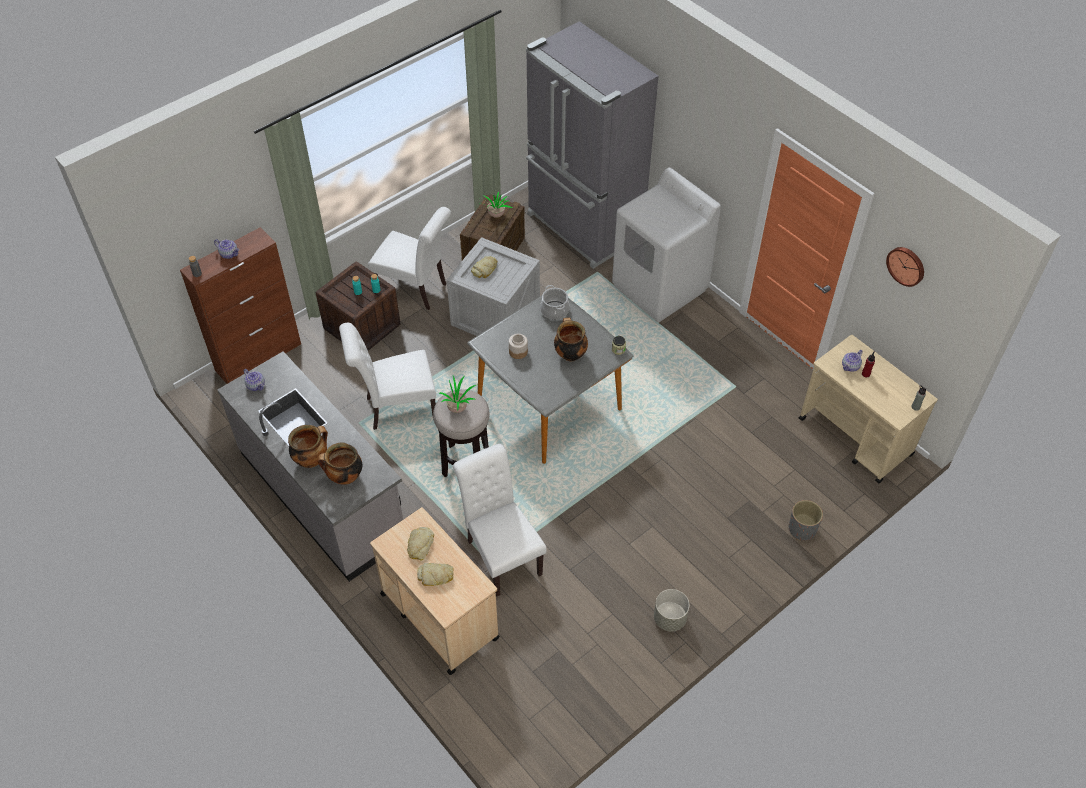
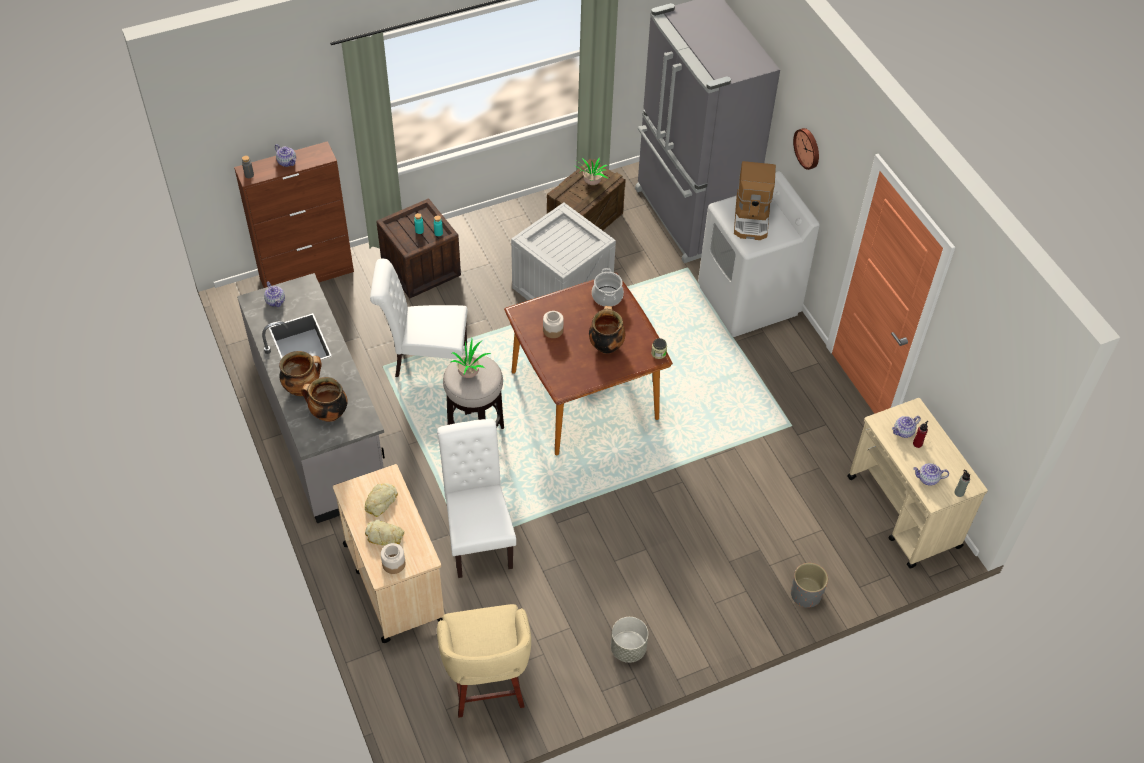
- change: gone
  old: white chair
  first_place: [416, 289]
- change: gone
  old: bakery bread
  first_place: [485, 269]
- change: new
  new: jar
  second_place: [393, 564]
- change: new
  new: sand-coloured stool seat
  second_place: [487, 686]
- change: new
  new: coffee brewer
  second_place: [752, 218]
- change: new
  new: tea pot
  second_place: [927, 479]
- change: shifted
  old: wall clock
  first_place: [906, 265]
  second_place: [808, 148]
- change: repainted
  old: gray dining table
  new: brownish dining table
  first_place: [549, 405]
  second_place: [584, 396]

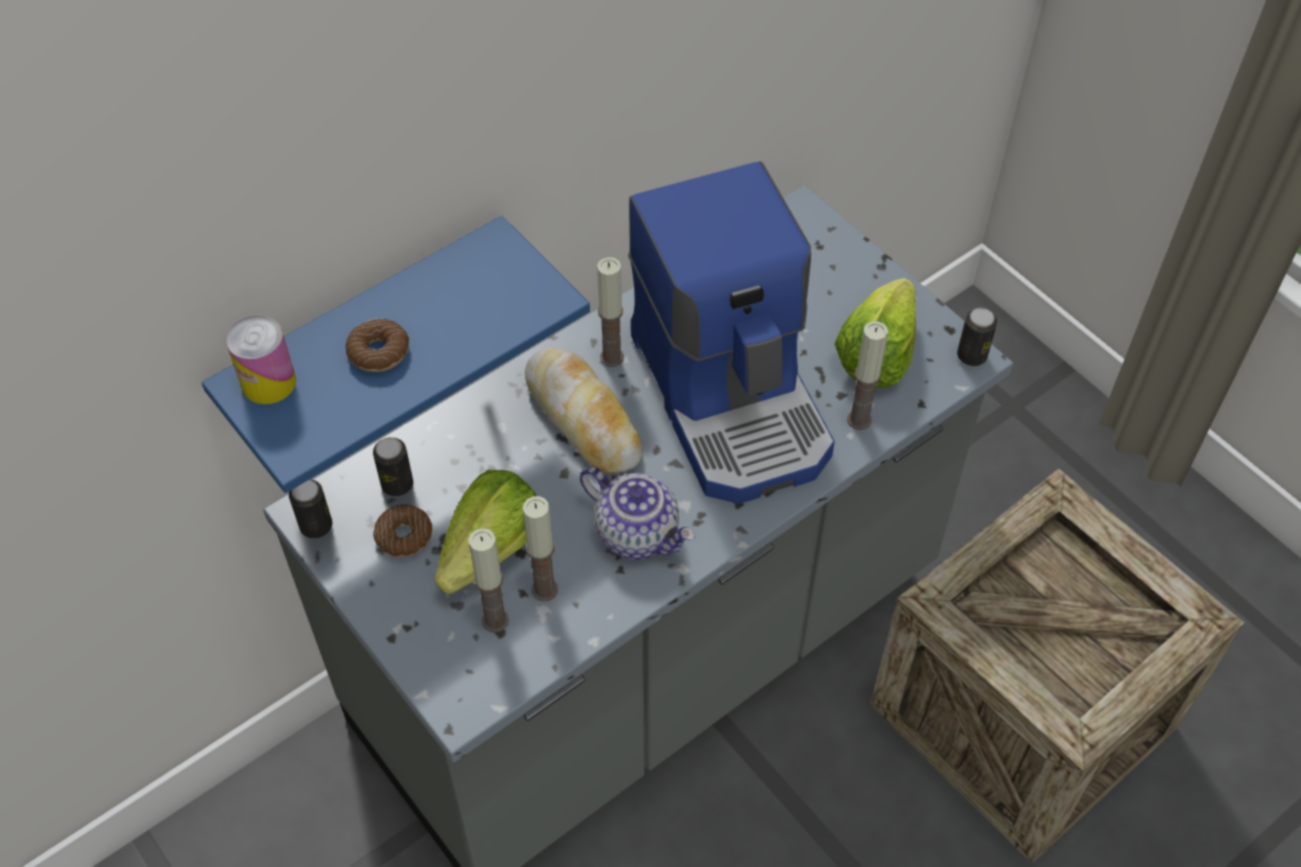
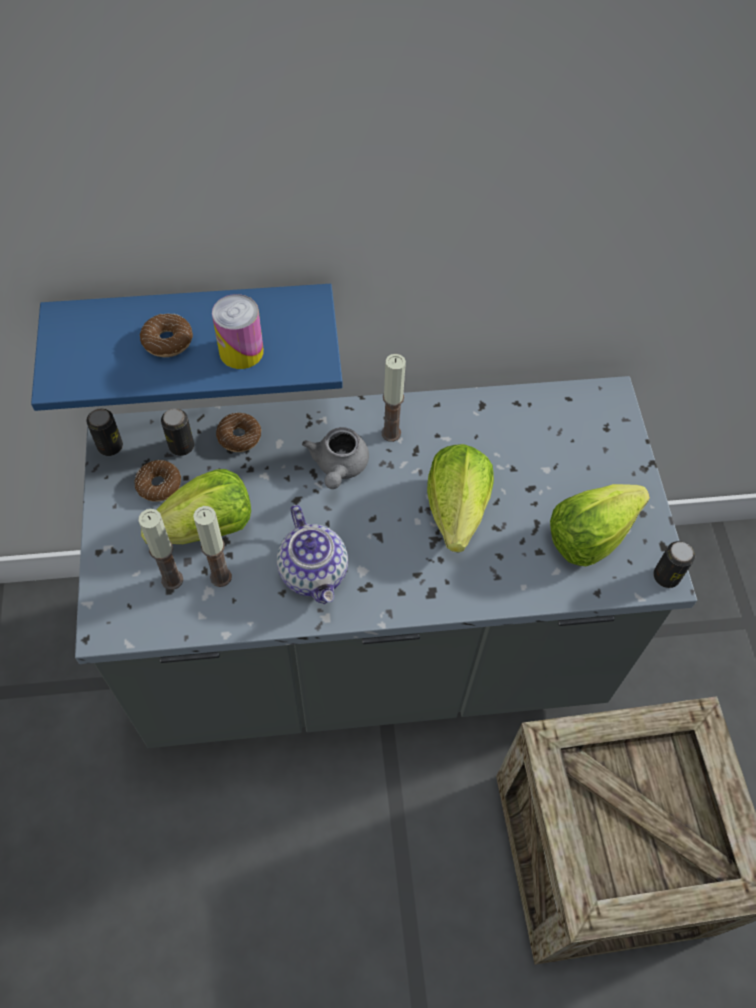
- change: gone
  old: candle
  first_place: [859, 420]
- change: new
  new: doughnut
  second_place: [239, 437]
- change: shifted
  old: sealed can
  first_place: [269, 382]
  second_place: [241, 351]
- change: swapped
  old: bakery bread
  new: gray tea pot
  first_place: [583, 418]
  second_place: [338, 467]
- change: swapped
  old: coffee brewer
  new: lettuce
  first_place: [734, 397]
  second_place: [457, 510]

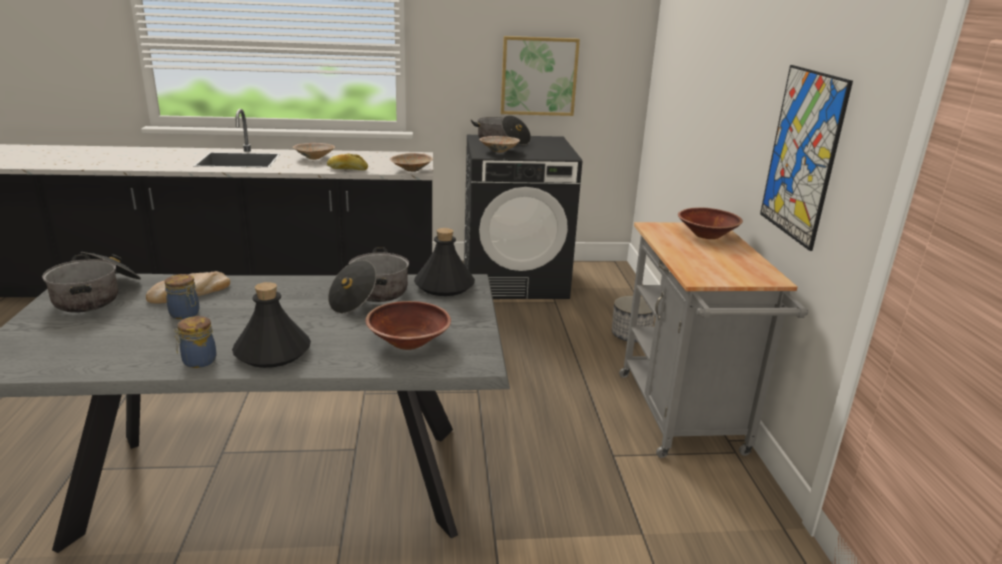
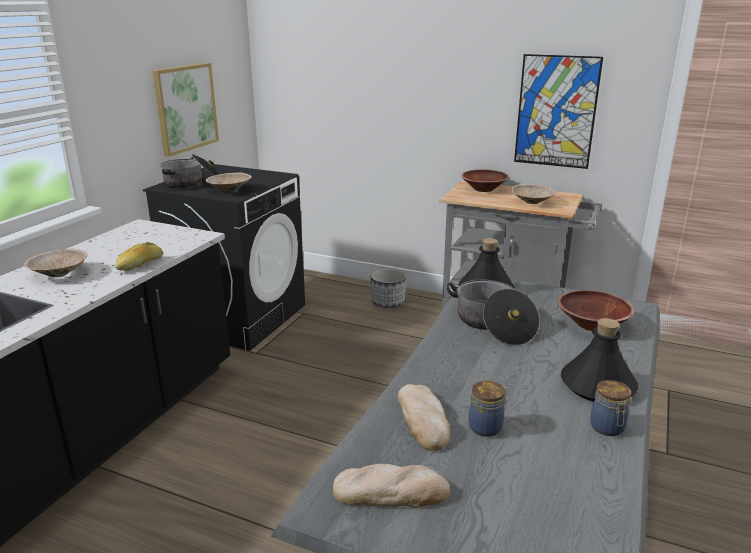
- change: shifted
  old: sand-coloured bowl
  first_place: [411, 170]
  second_place: [531, 202]
- change: swapped
  old: stockpot
  new: bakery bread
  first_place: [97, 295]
  second_place: [391, 492]

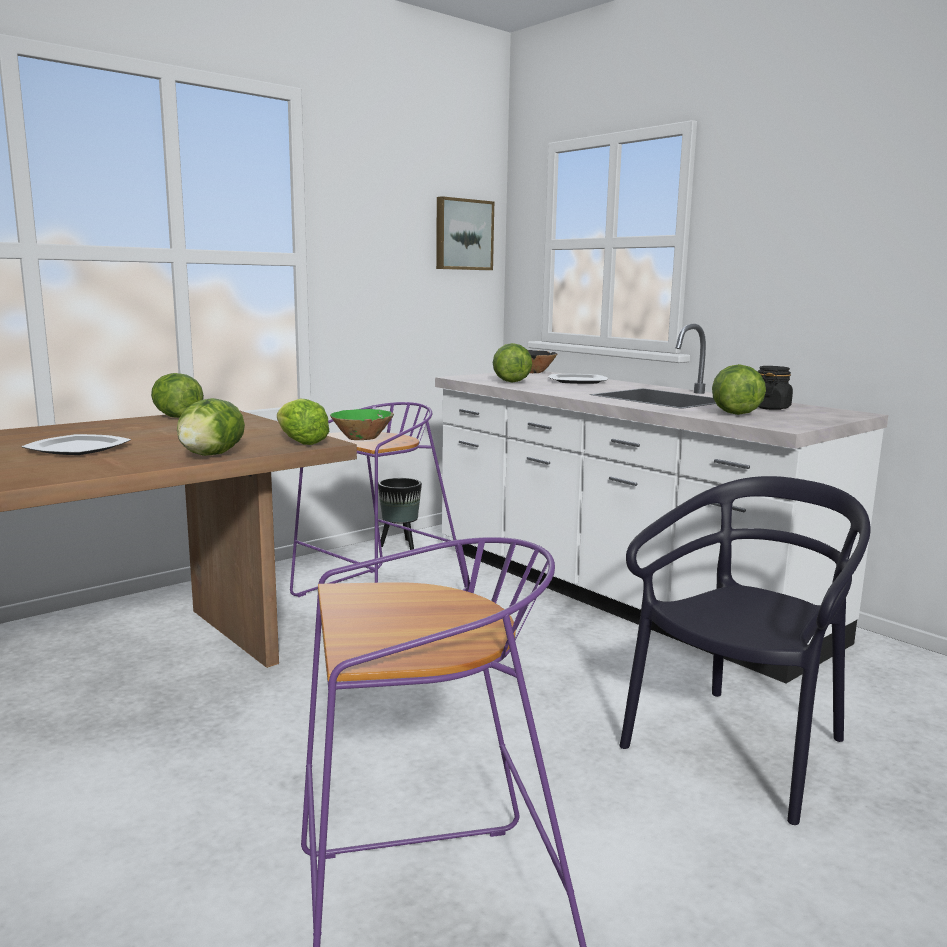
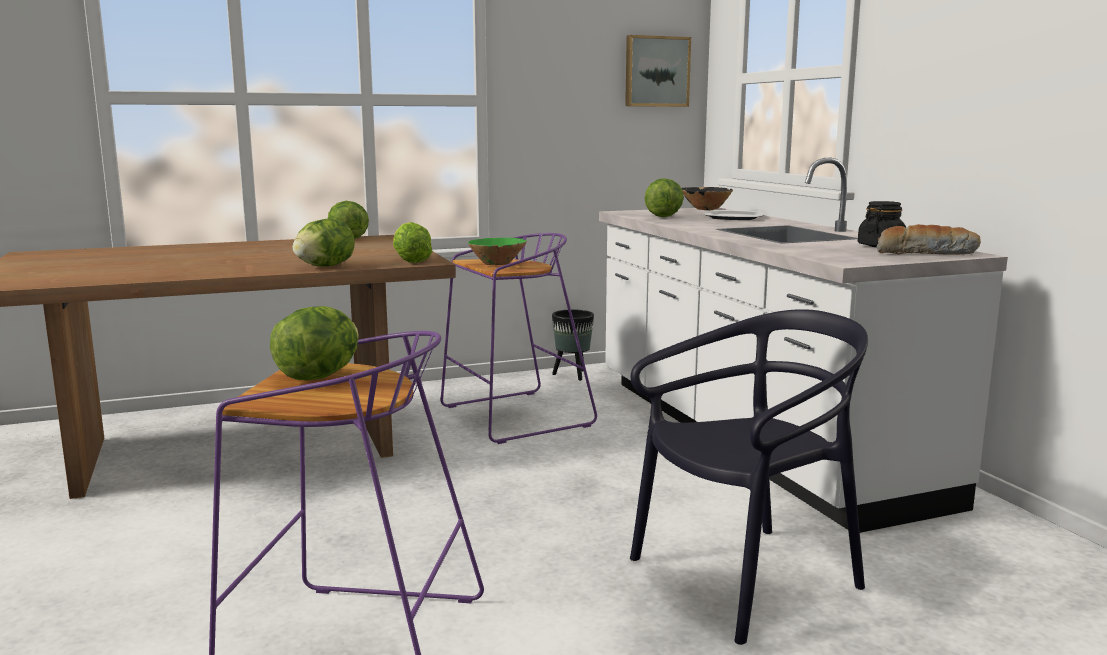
- change: gone
  old: flat dish
  first_place: [78, 448]
- change: new
  new: bakery bread
  second_place: [926, 253]
- change: shifted
  old: lettuce
  first_place: [734, 413]
  second_place: [319, 376]

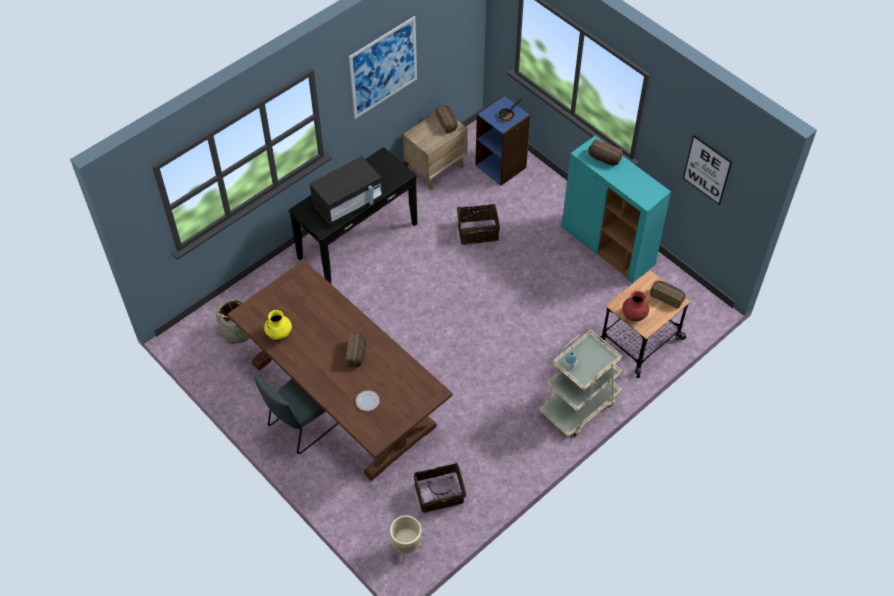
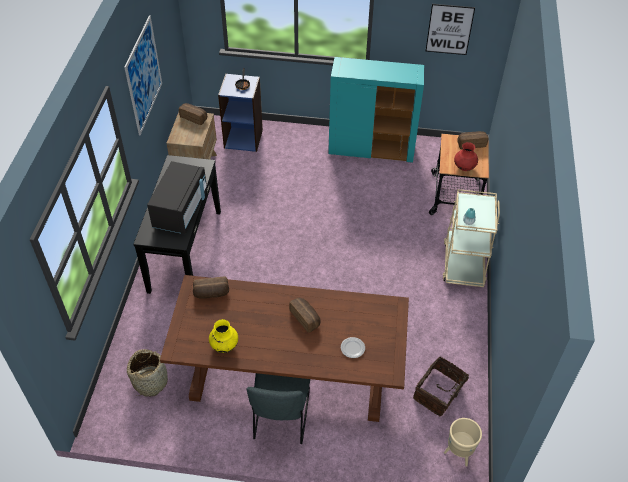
- change: gone
  old: basket
  first_place: [477, 231]
- change: shifted
  old: bakery bread
  first_place: [603, 159]
  second_place: [211, 294]

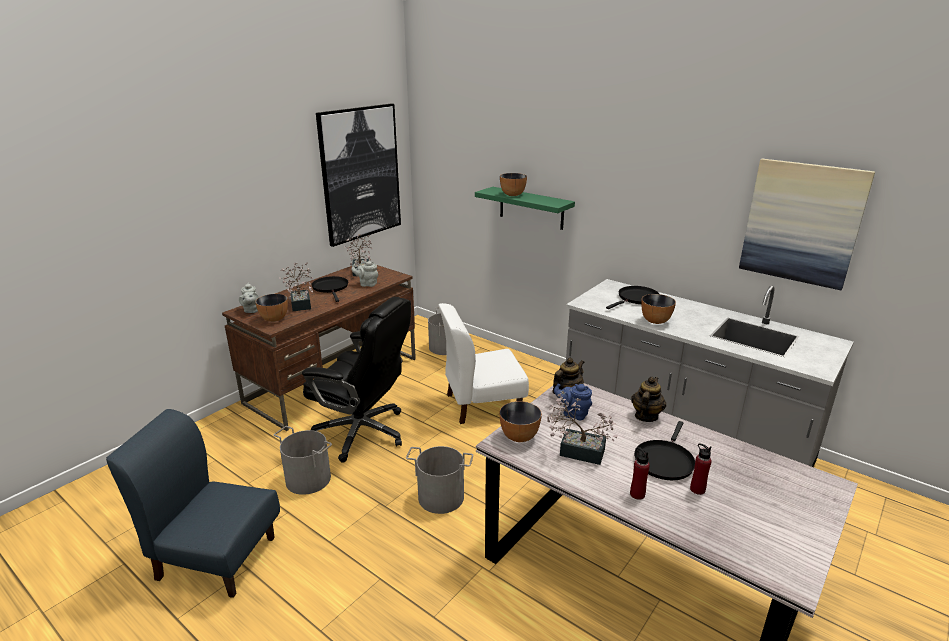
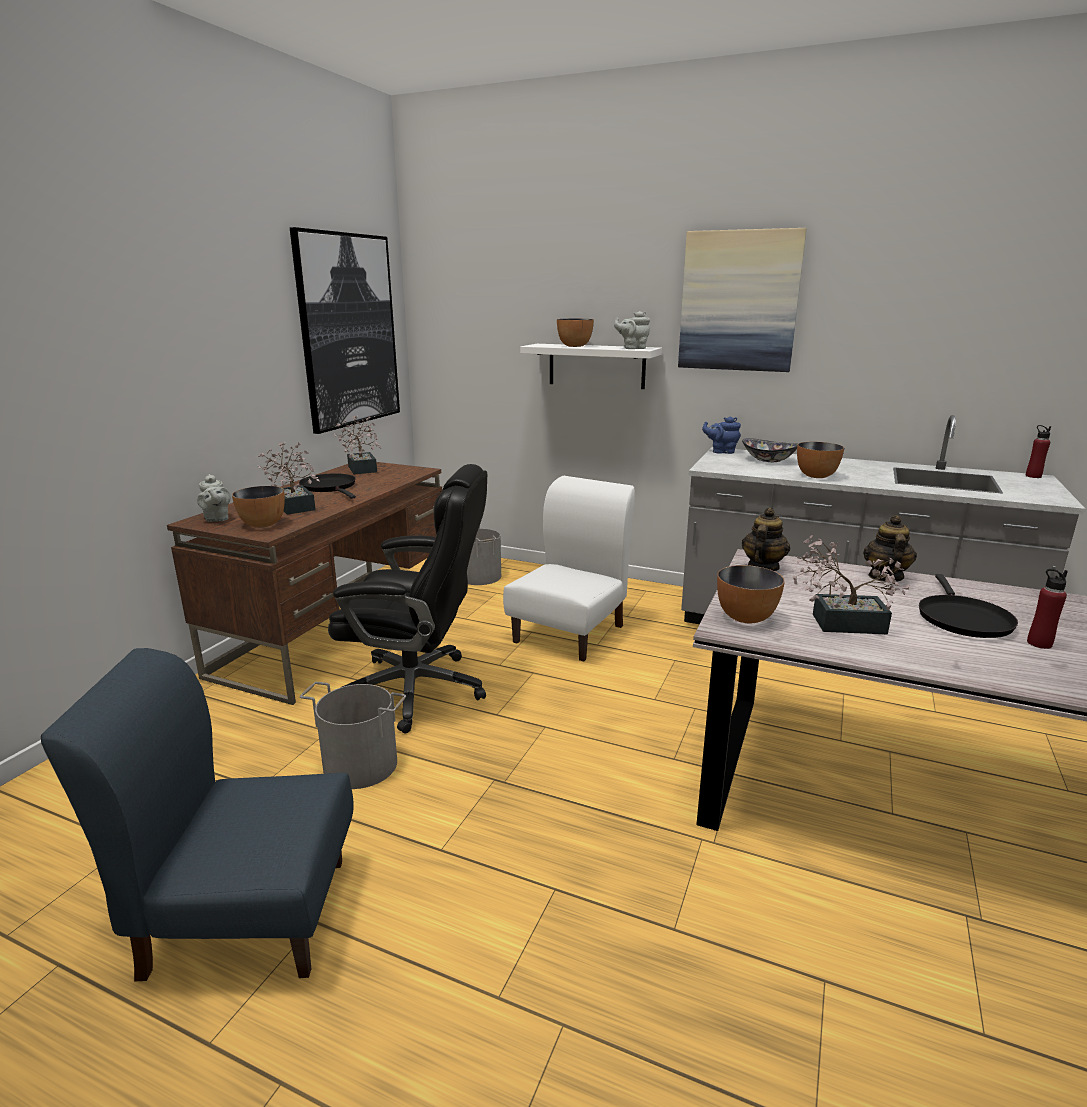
- change: gone
  old: gray water bucket
  first_place: [441, 496]
- change: shifted
  old: gray tea pot
  first_place: [367, 284]
  second_place: [632, 348]
- change: shifted
  old: blue-coloured tea pot
  first_place: [573, 414]
  second_place: [721, 451]
- change: shifted
  old: reddish bottle
  first_place: [637, 494]
  second_place: [1033, 476]
- change: shifted
  old: picture
  first_place: [802, 223]
  second_place: [739, 301]
- change: swapped
  old: blackish frying pan
  new: bowl
  first_place: [636, 299]
  second_place: [769, 460]
- change: repainted
  old: greenish shelf
  new: white shelf
  first_place: [531, 208]
  second_place: [596, 366]
- change: rotated
  old: white chair
  first_place: [482, 404]
  second_place: [570, 633]
  degrees: 150

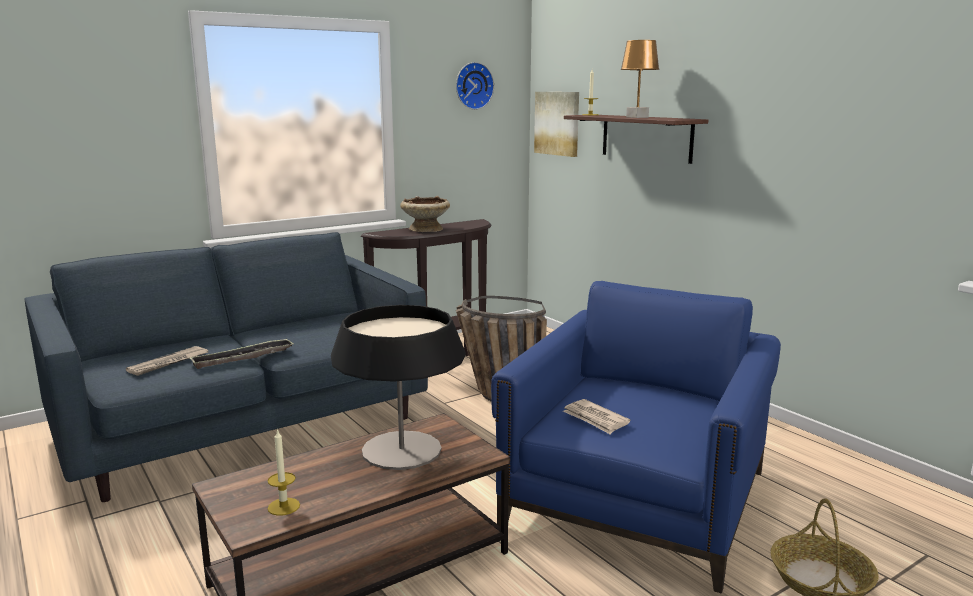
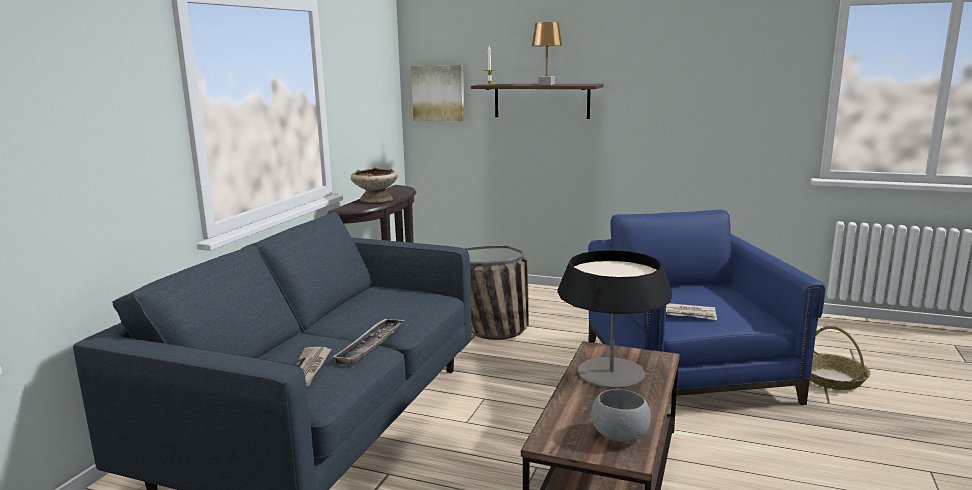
- change: gone
  old: wall clock
  first_place: [473, 86]
- change: swapped
  old: candle
  new: gray bowl
  first_place: [283, 506]
  second_place: [621, 435]

